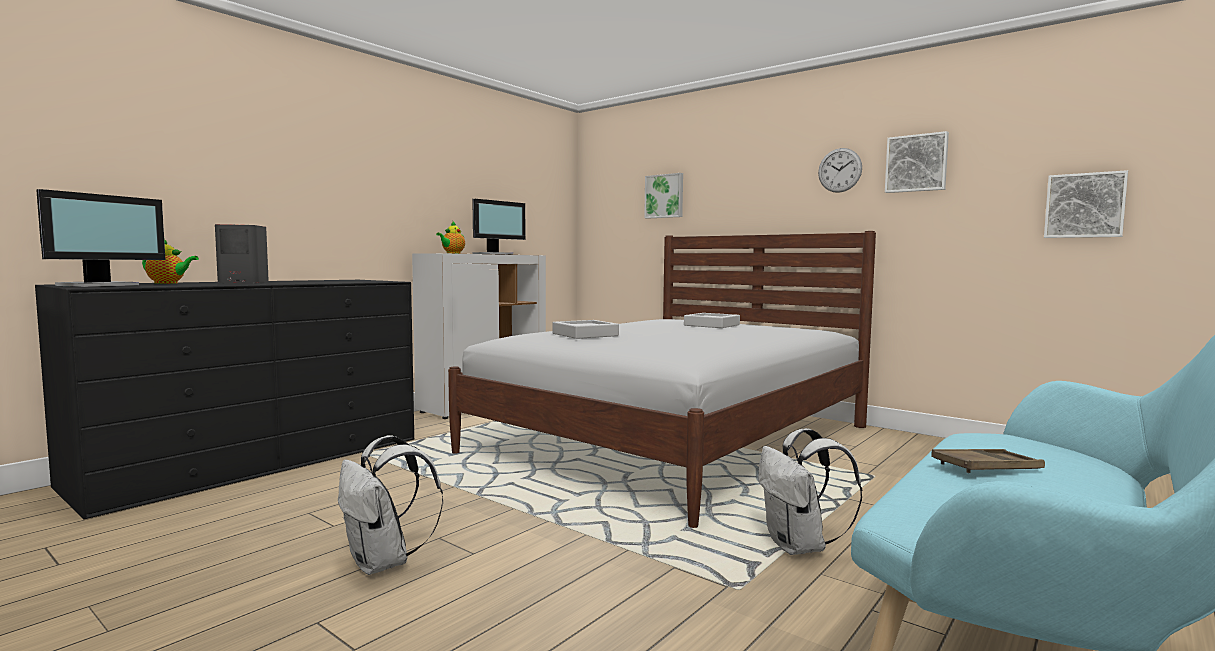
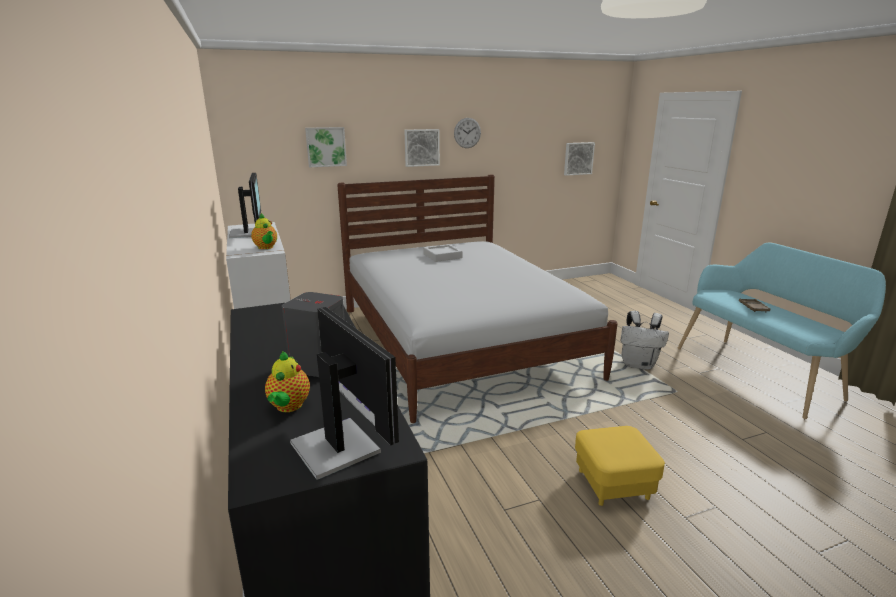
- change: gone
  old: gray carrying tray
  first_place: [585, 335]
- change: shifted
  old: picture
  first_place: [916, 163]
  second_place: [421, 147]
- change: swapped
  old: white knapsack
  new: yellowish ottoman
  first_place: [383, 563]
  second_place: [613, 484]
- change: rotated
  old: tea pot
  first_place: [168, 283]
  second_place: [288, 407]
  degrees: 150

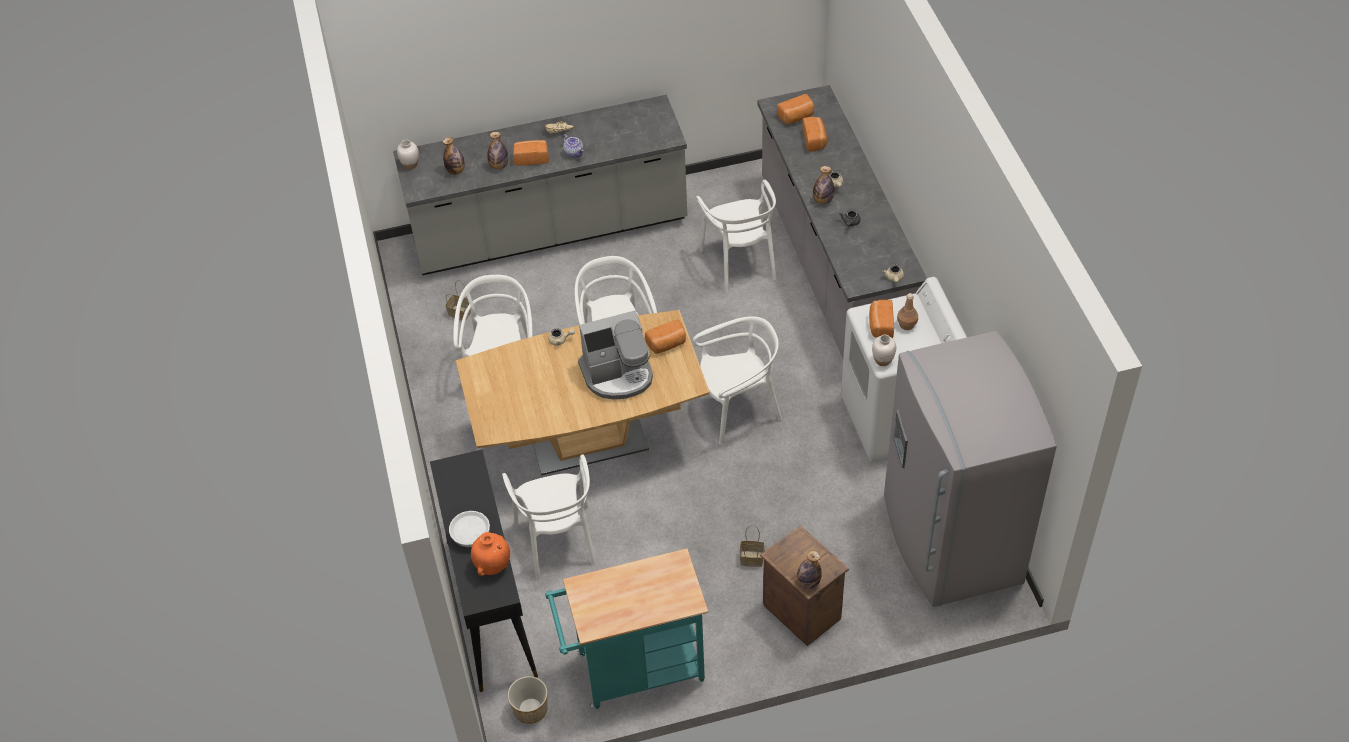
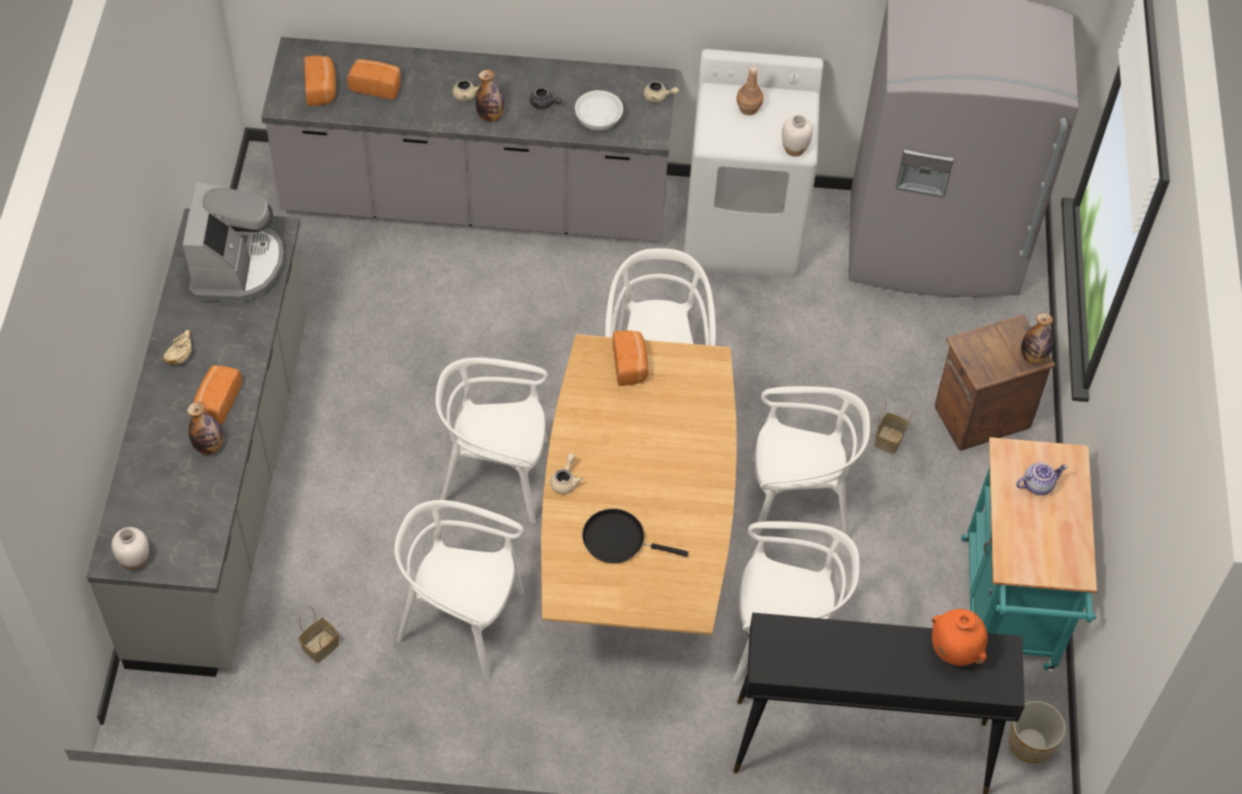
- change: gone
  old: bottle
  first_place: [456, 171]
- change: gone
  old: bakery bread
  first_place: [880, 326]
- change: new
  new: blackish frying pan
  second_place: [618, 540]
- change: shifted
  old: white bowl
  first_place: [471, 535]
  second_place: [599, 118]
- change: shifted
  old: tea pot
  first_place: [574, 153]
  second_place: [1037, 484]
- change: shifted
  old: coffee brewer
  first_place: [618, 374]
  second_place: [236, 266]
- change: shifted
  old: white chair
  first_place: [740, 262]
  second_place: [797, 503]

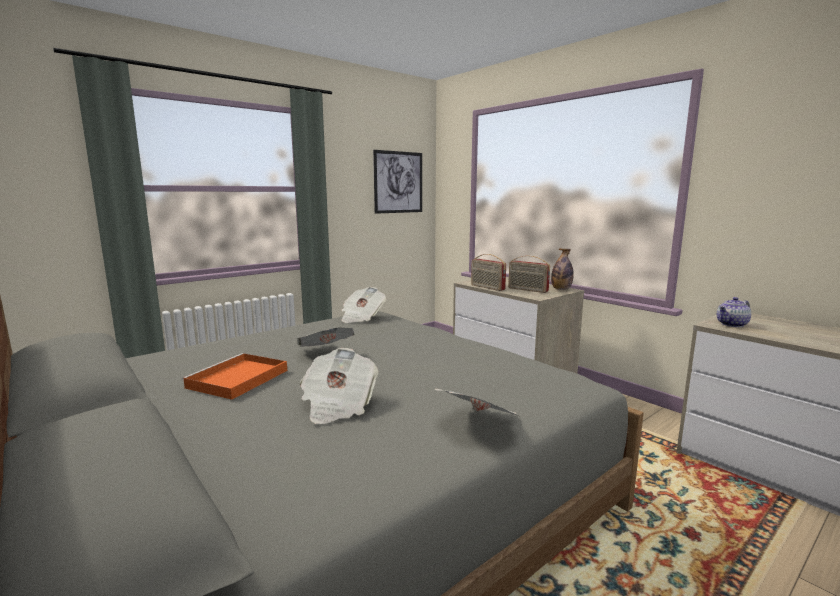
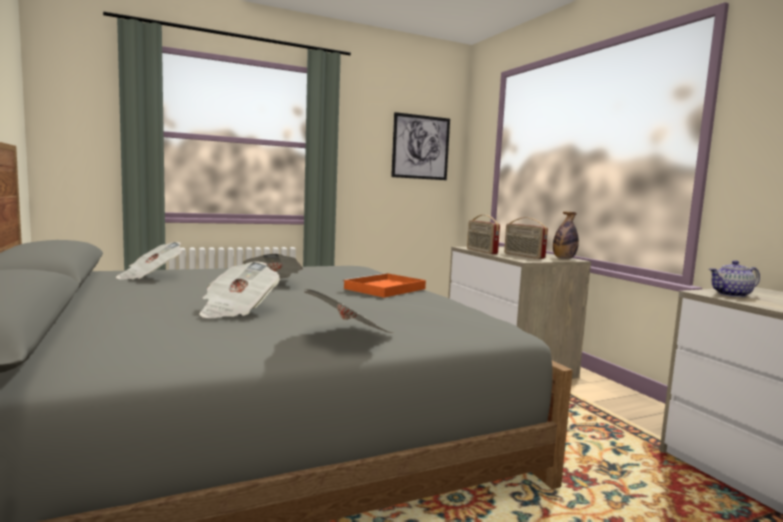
- change: shifted
  old: orange-coloured carrying tray
  first_place: [237, 379]
  second_place: [384, 289]
- change: shifted
  old: daily paper
  first_place: [361, 317]
  second_place: [150, 277]

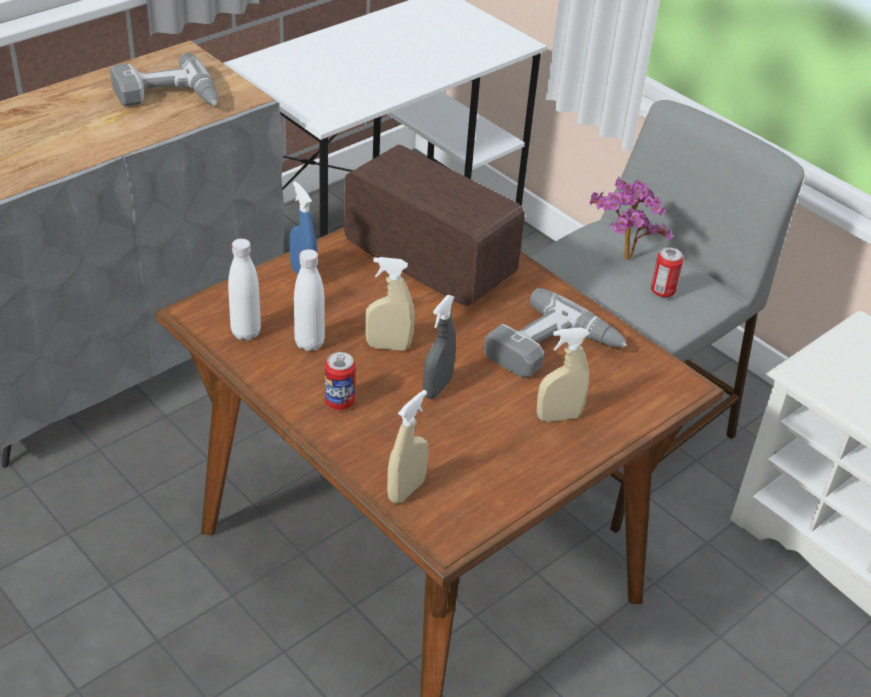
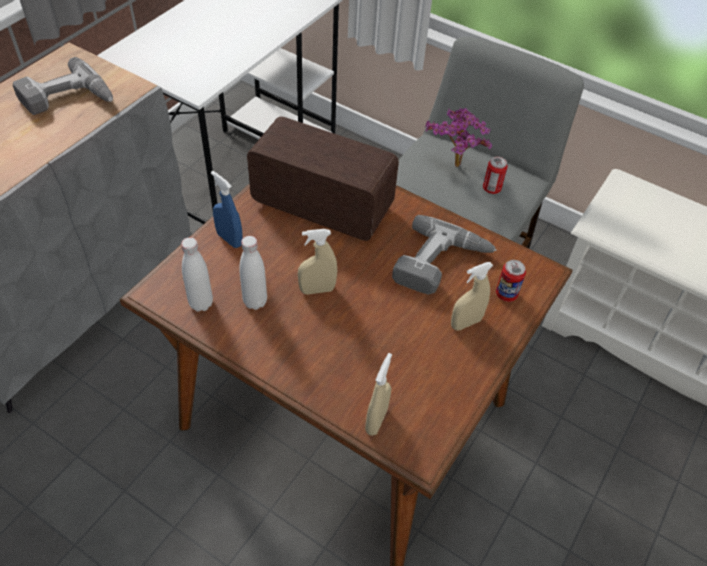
- change: gone
  old: gray sprayer
  first_place: [437, 387]
- change: shifted
  old: sealed can
  first_place: [339, 402]
  second_place: [506, 294]

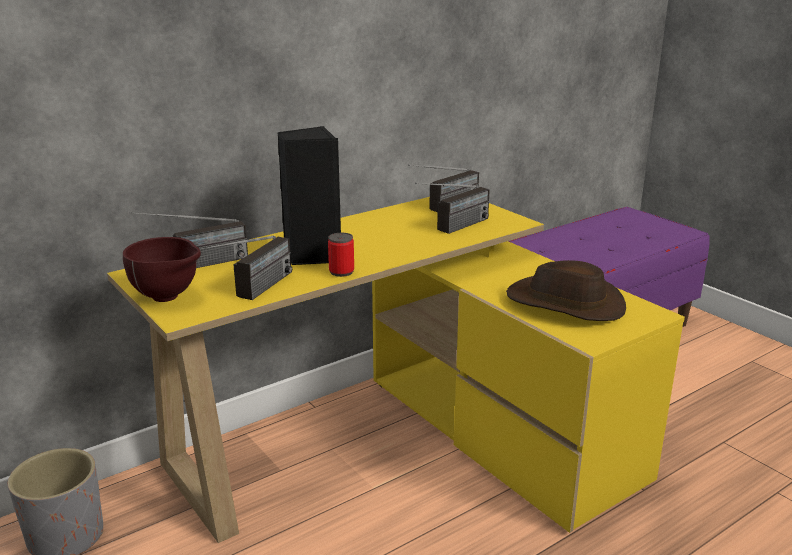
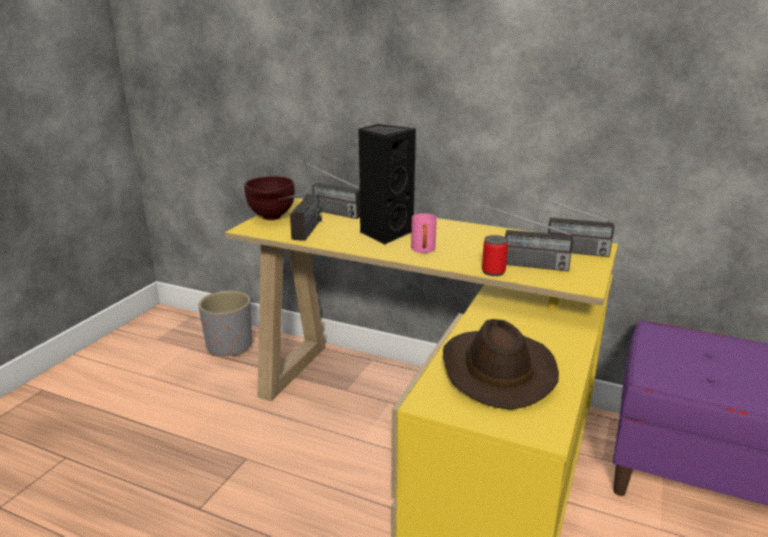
- change: new
  new: pink coffee mug
  second_place: [423, 251]
- change: shifted
  old: sealed can
  first_place: [341, 272]
  second_place: [493, 272]
- change: rotated
  old: radio receiver
  first_place: [255, 292]
  second_place: [303, 235]
  degrees: -75

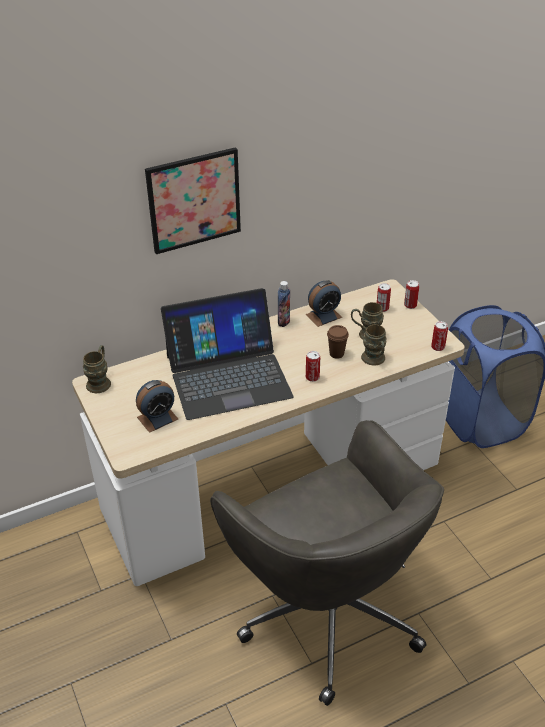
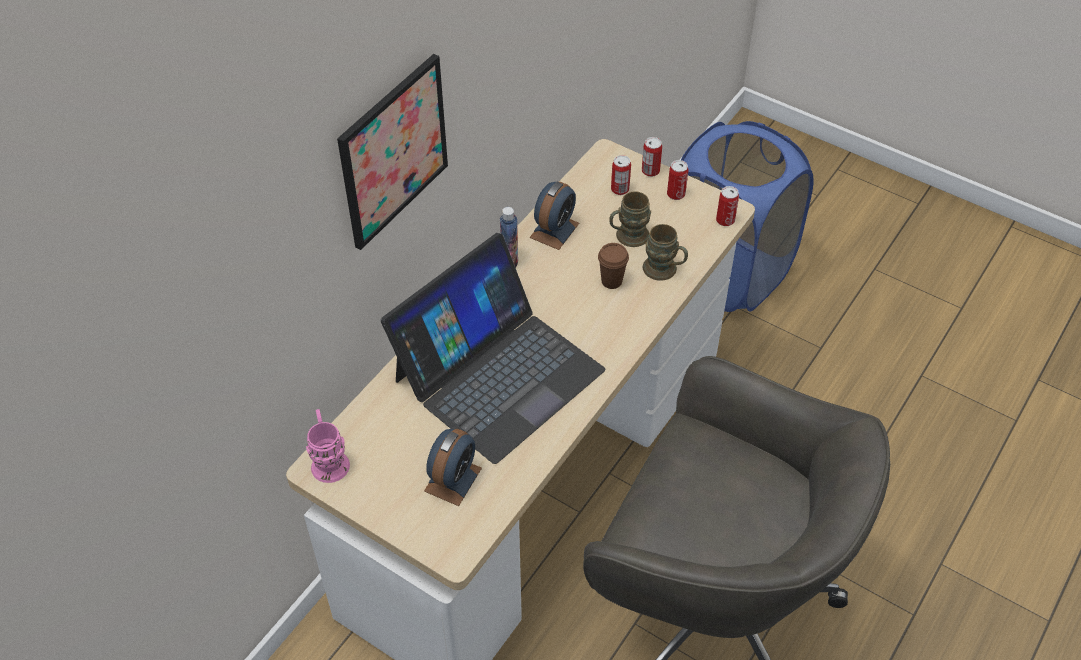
- change: shifted
  old: sealed can
  first_place: [312, 377]
  second_place: [676, 194]
- change: repainted
  old: brownish coffee mug
  new: pink coffee mug
  first_place: [100, 381]
  second_place: [329, 459]

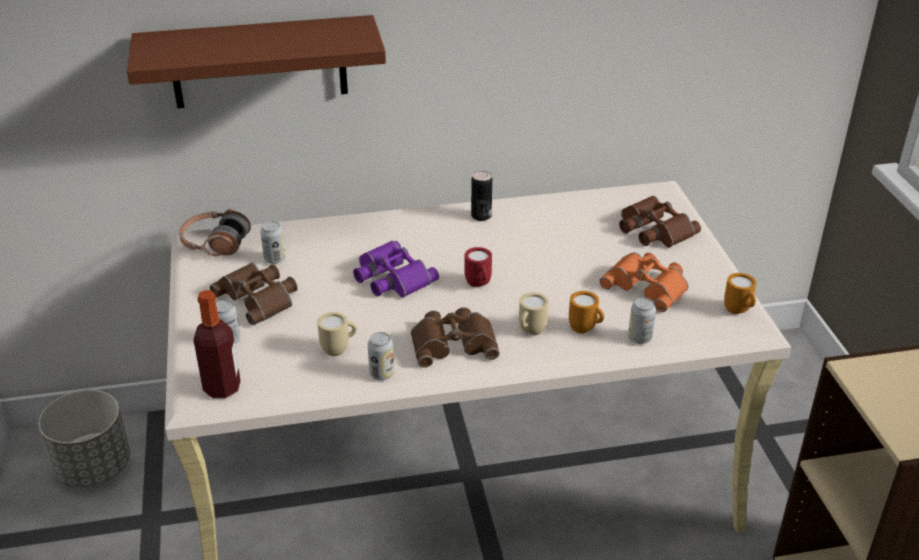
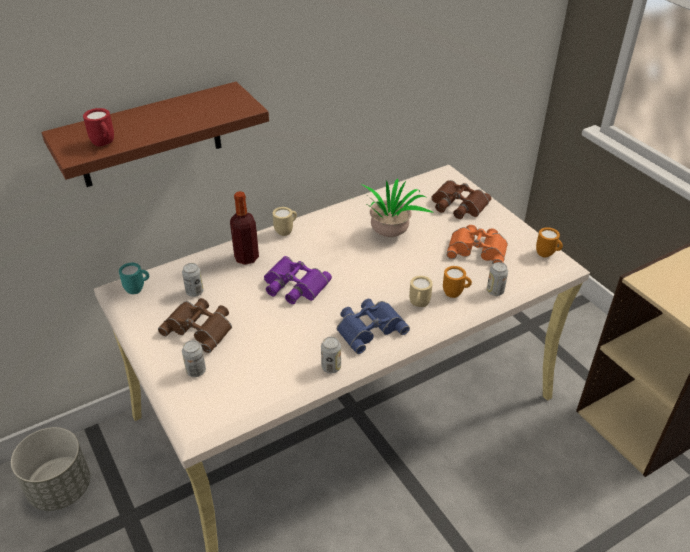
- change: gone
  old: sealed can
  first_place: [481, 216]
- change: new
  new: potted plant
  second_place: [388, 236]
- change: shifted
  old: bottle
  first_place: [222, 388]
  second_place: [246, 258]
- change: shifted
  old: sand-coloured coffee mug
  first_place: [339, 349]
  second_place: [286, 231]
- change: shifted
  old: reddish coffee mug
  first_place: [479, 285]
  second_place: [105, 144]
- change: swapped
  old: pair of headphones
  new: blue-green coffee mug
  first_place: [215, 243]
  second_place: [138, 289]
- change: repainted
  old: brownish field glasses
  new: blue-coloured field glasses
  first_place: [453, 342]
  second_place: [369, 327]

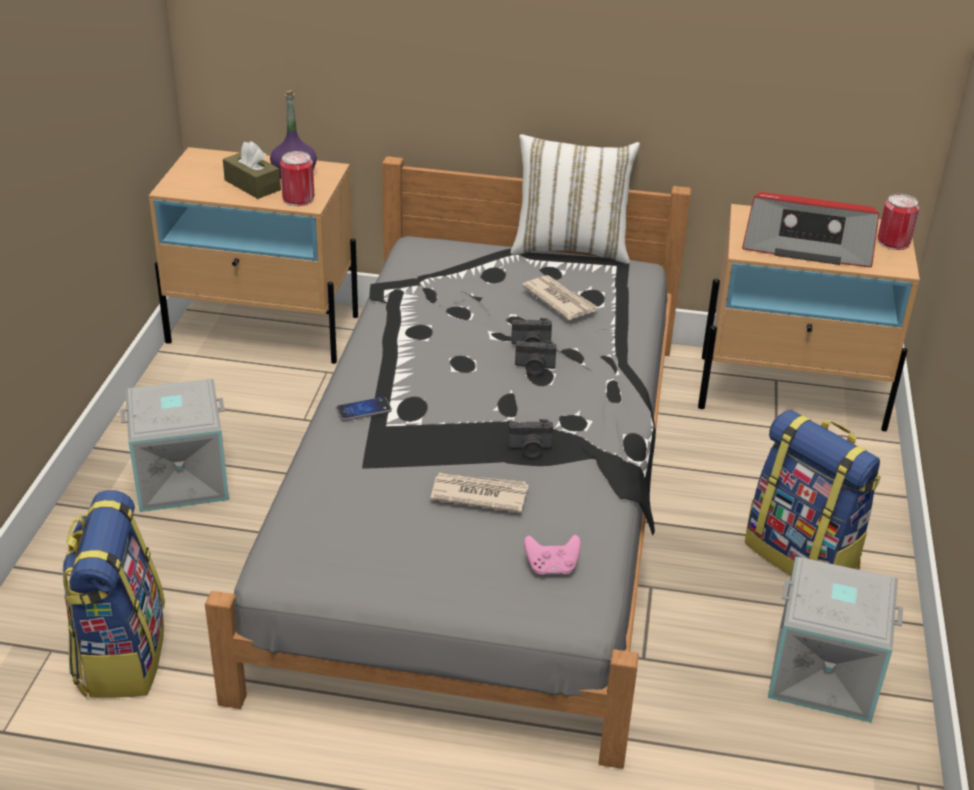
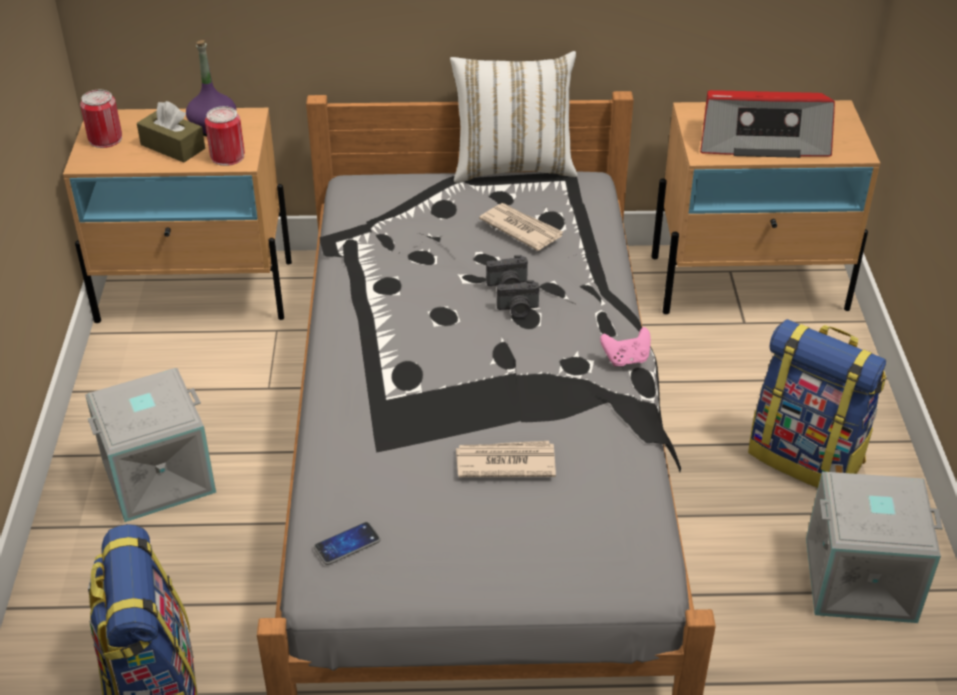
- change: gone
  old: photo camera
  first_place: [530, 450]
- change: shifted
  old: telephone
  first_place: [363, 410]
  second_place: [347, 544]
- change: shifted
  old: pink gamepad
  first_place: [551, 567]
  second_place: [626, 359]
- change: shifted
  old: sealed can
  first_place: [893, 242]
  second_place: [105, 139]

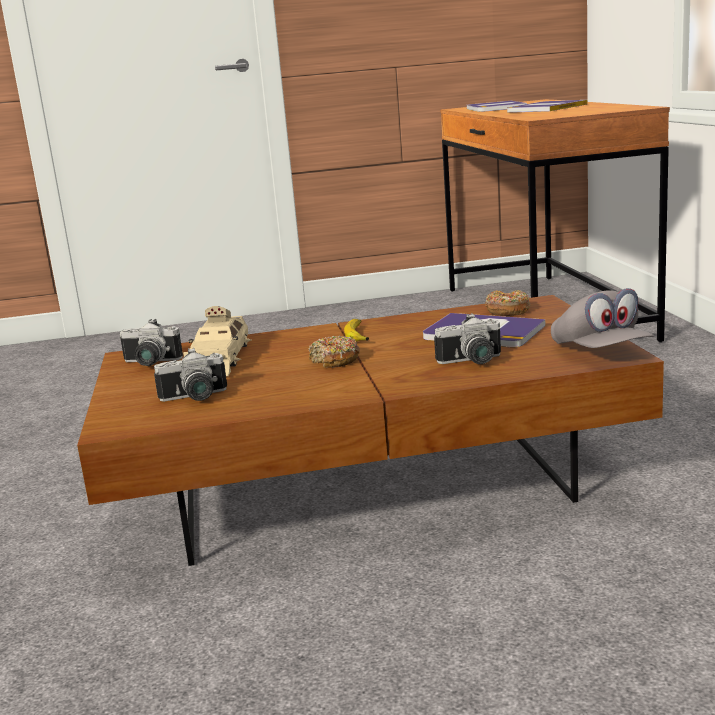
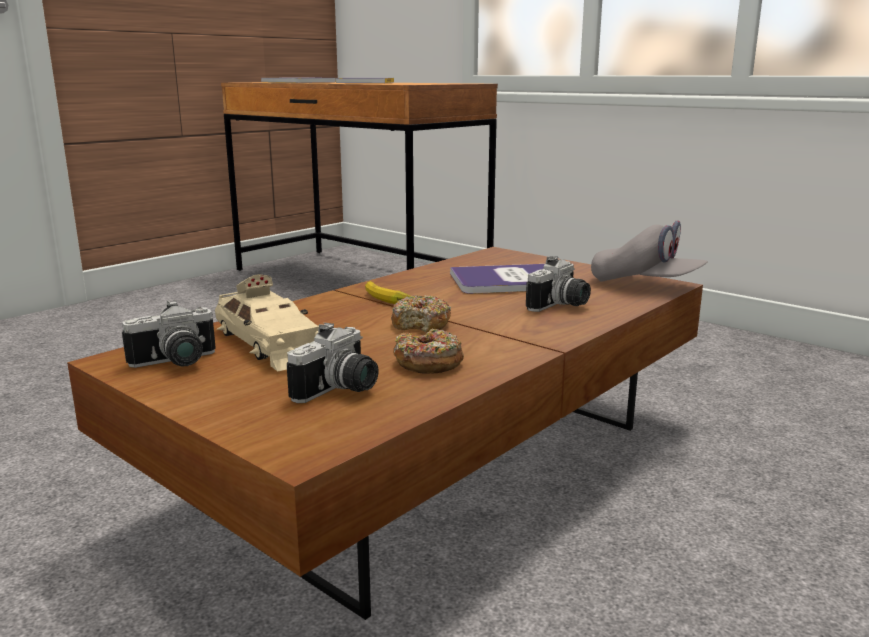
- change: shifted
  old: doughnut
  first_place: [507, 311]
  second_place: [428, 363]

